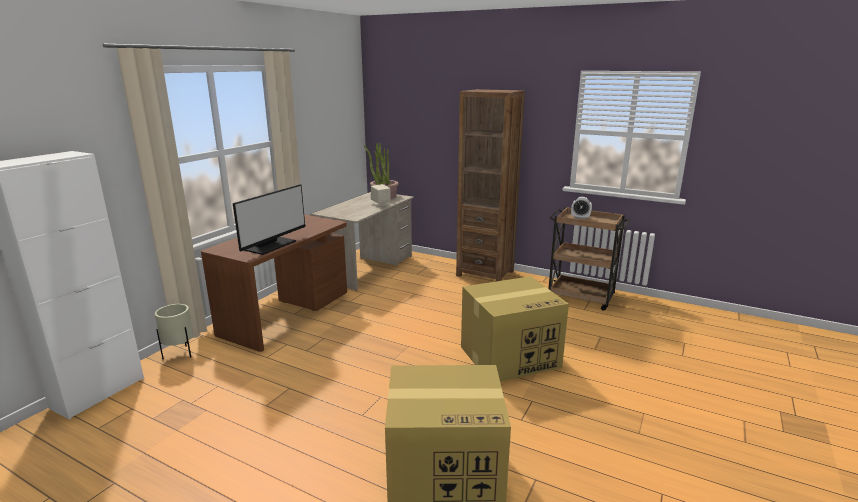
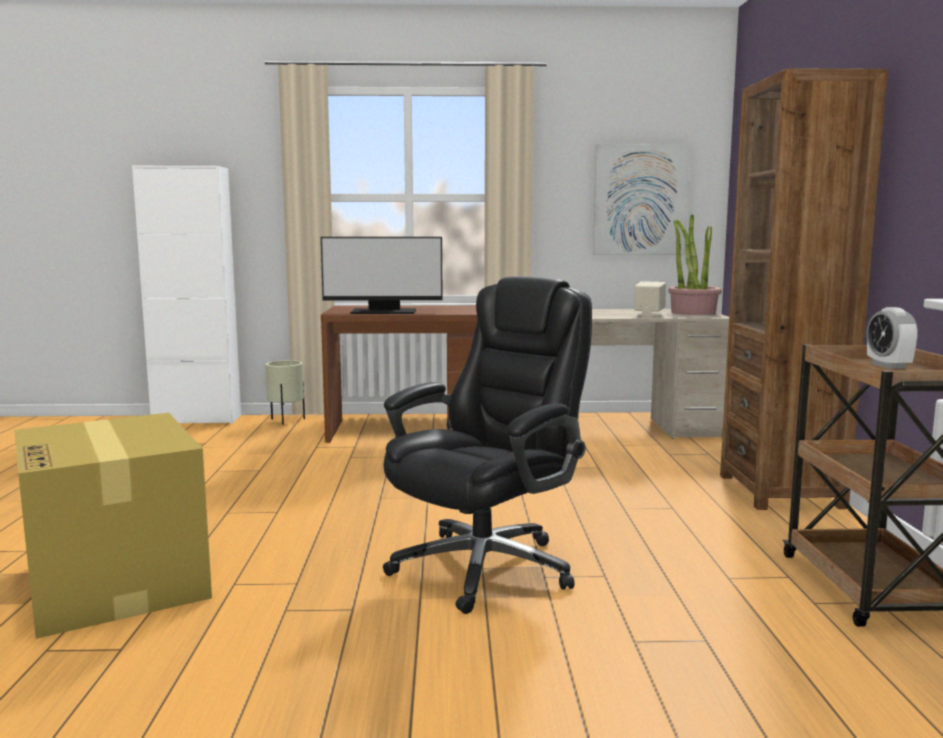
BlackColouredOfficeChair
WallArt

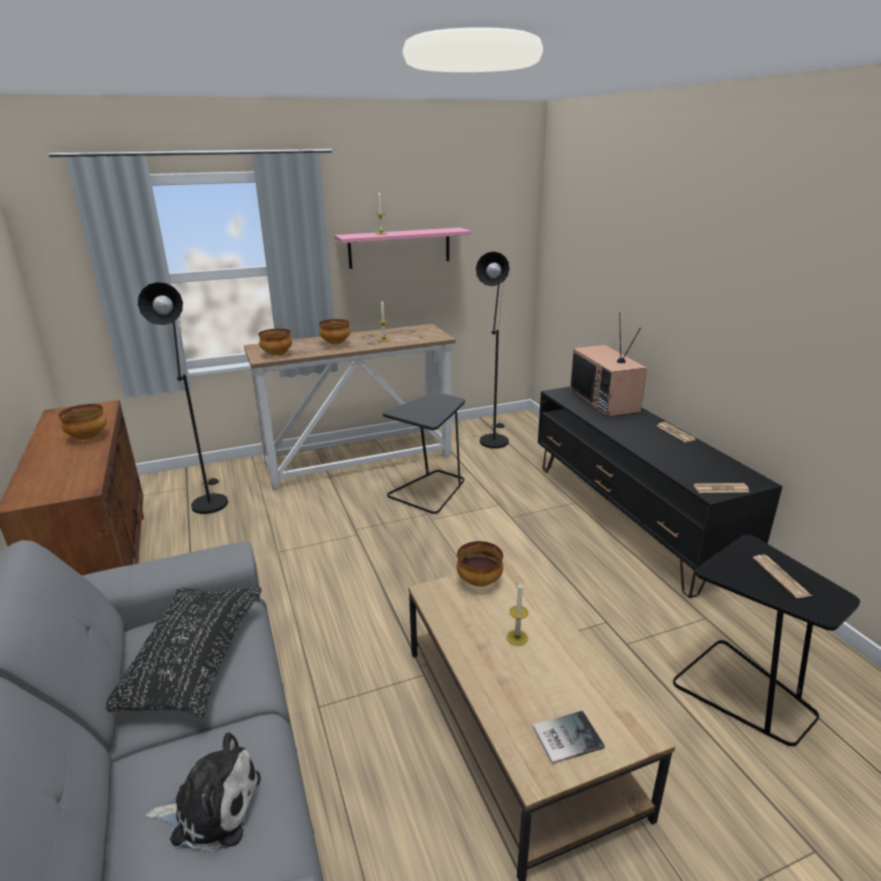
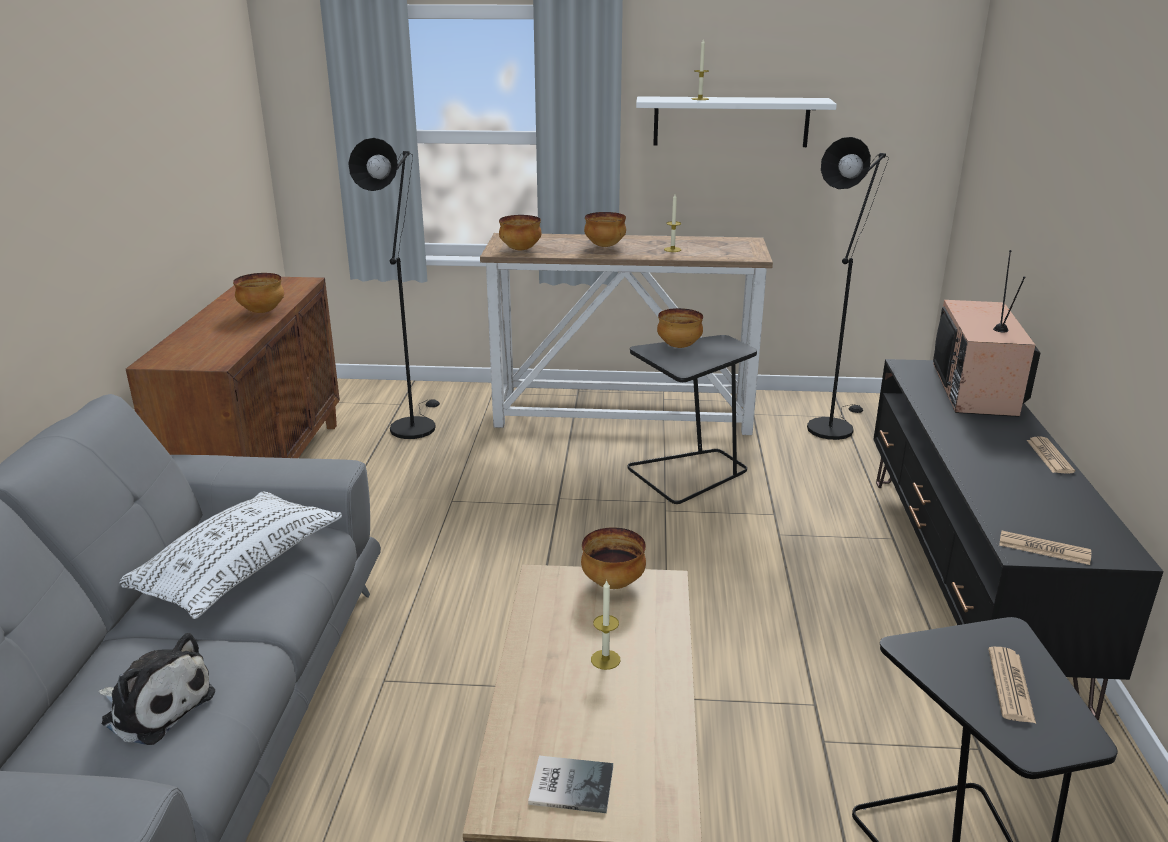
WhiteColouredCushion
WhiteColouredWallShelf
DeepDish (no. 5 from left)

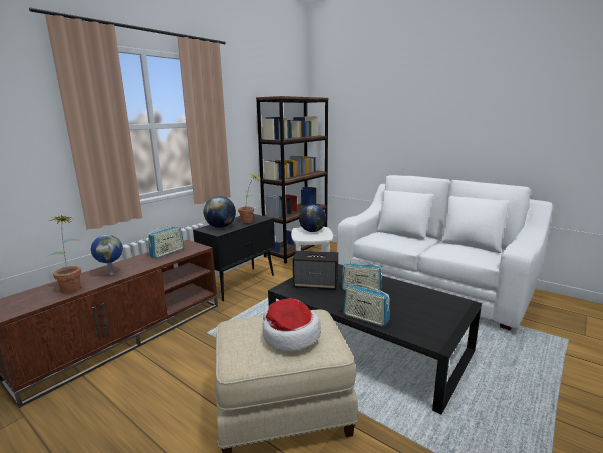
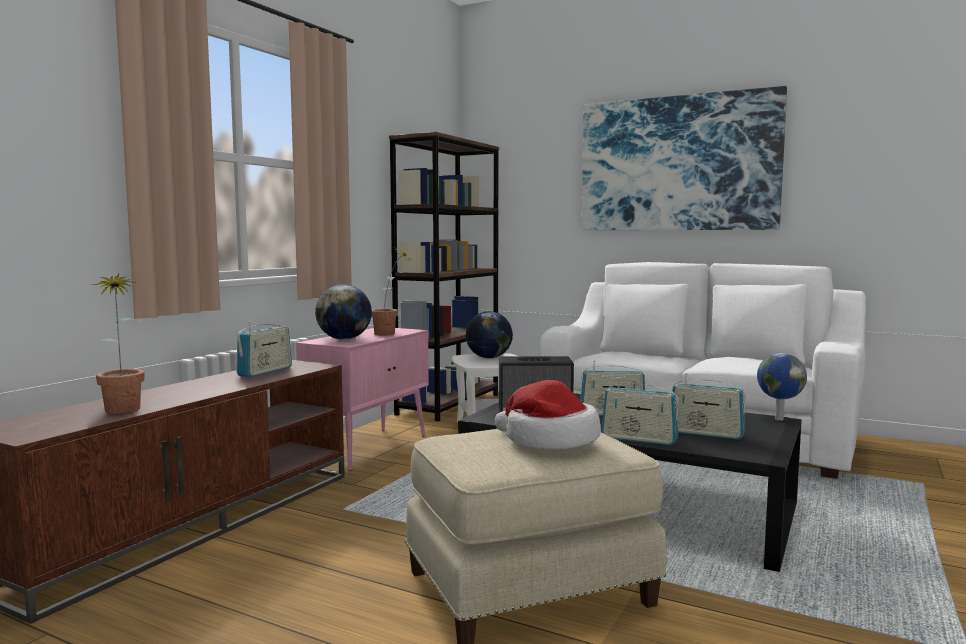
PinkishCabinet
WallArt
RadioReceiver (no. 4 from left)
Globe (no. 3 from left)

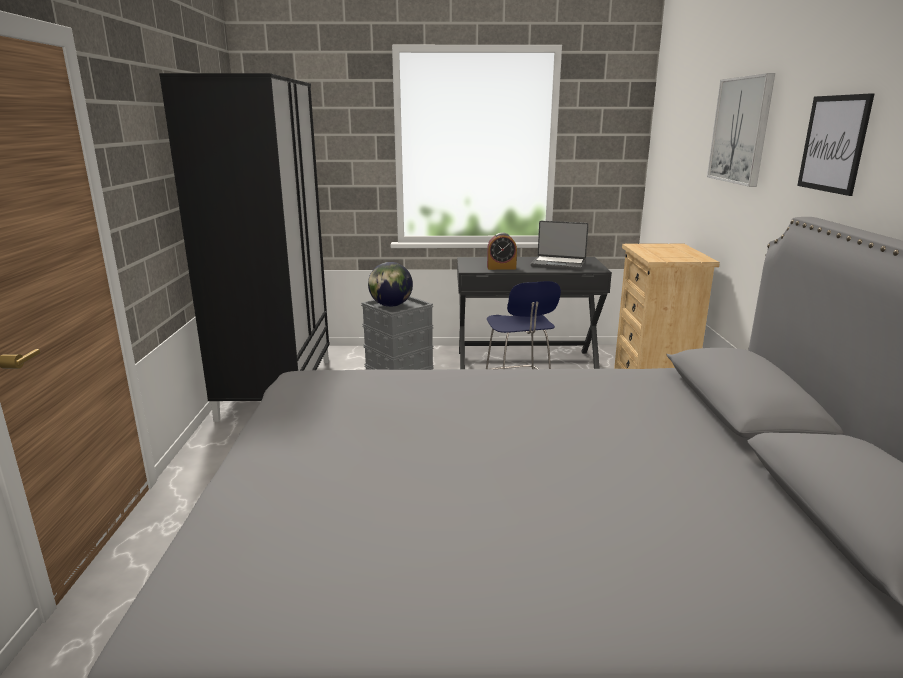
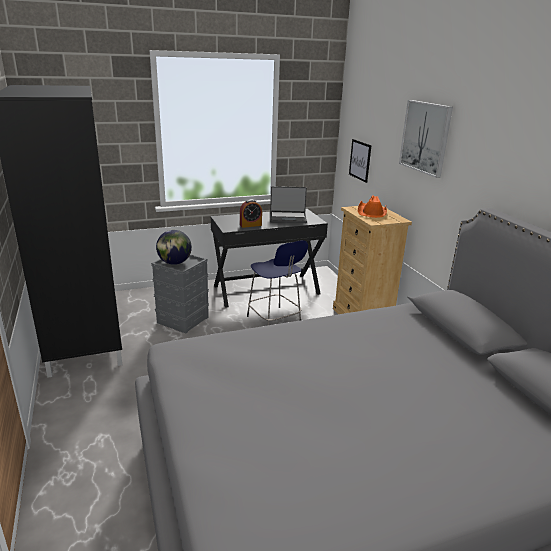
WallArt (no. 1 from left)
OrangeColouredHat

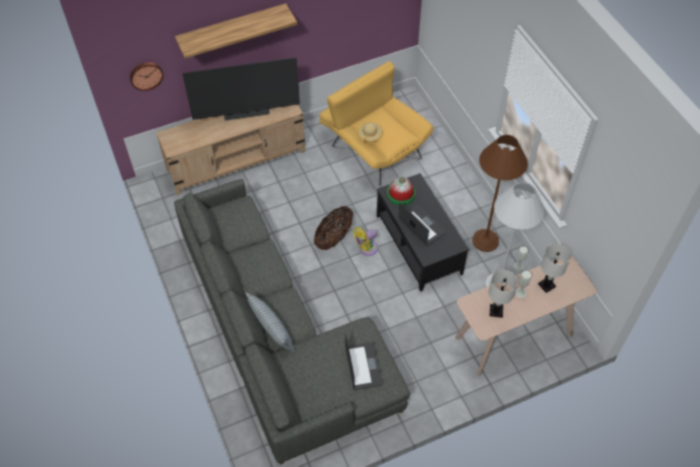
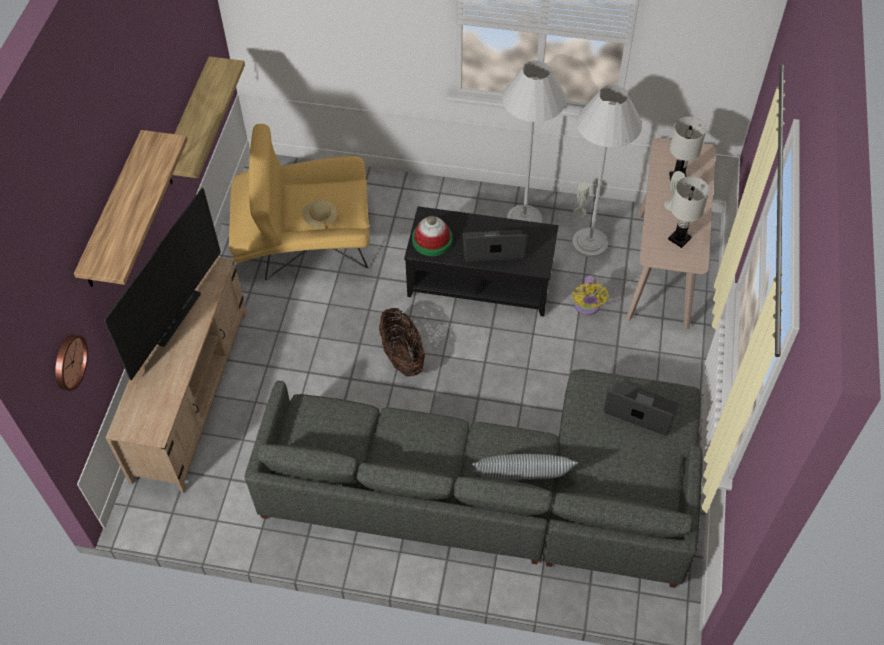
WallShelf (no. 2 from left)
WhiteColouredStandardLamp (no. 1 from left)
YellowColouredFan

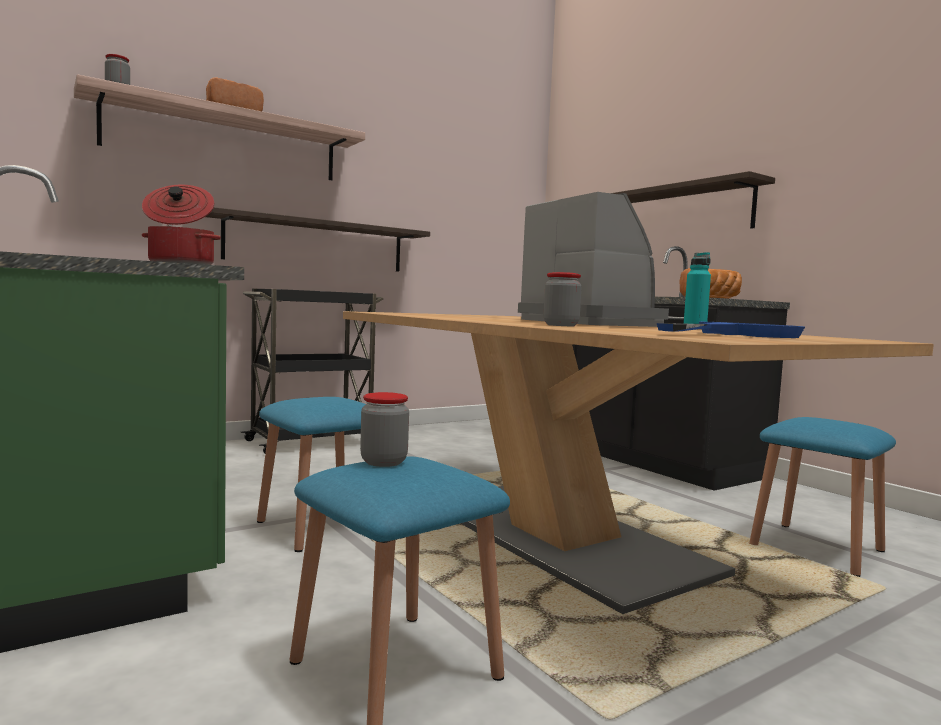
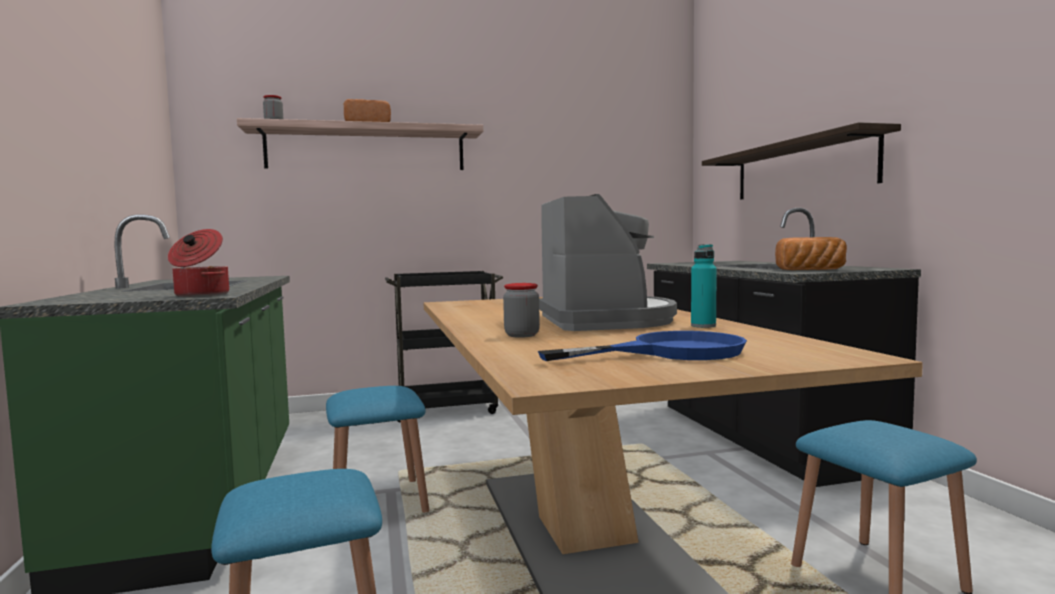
WallShelf (no. 2 from left in the first image)
PreserveJar (no. 2 from left in the first image)

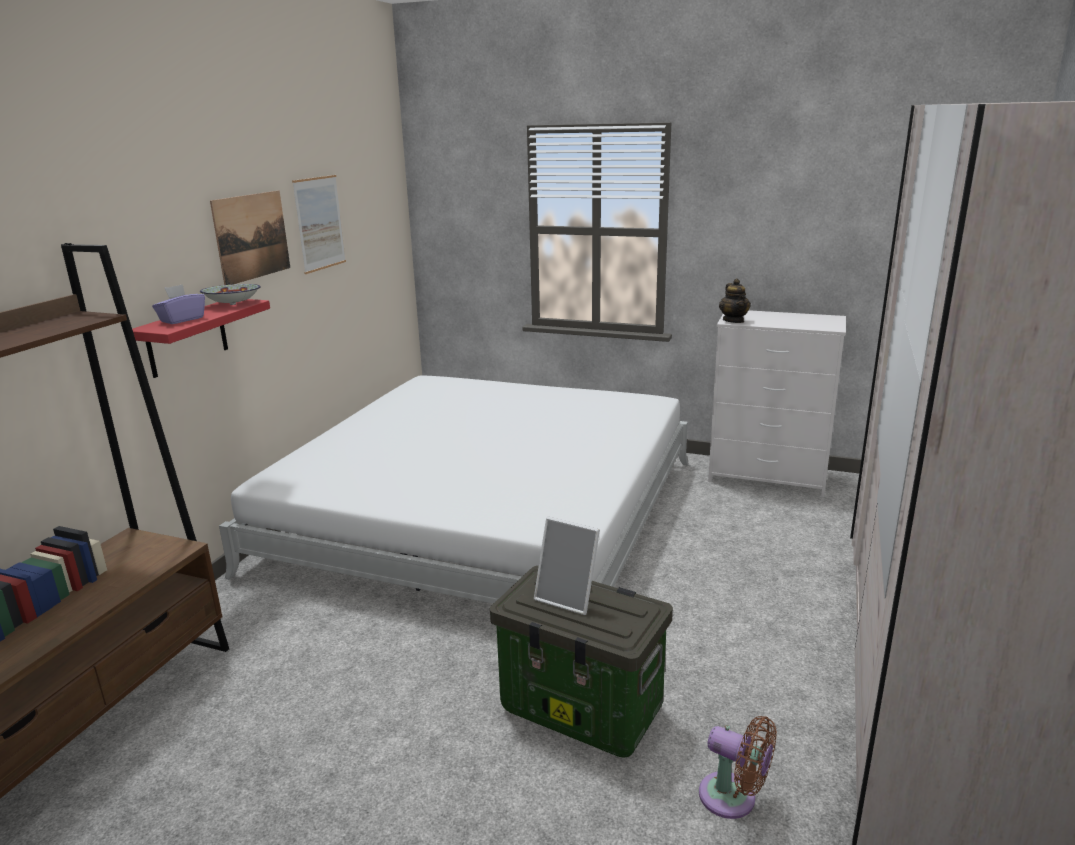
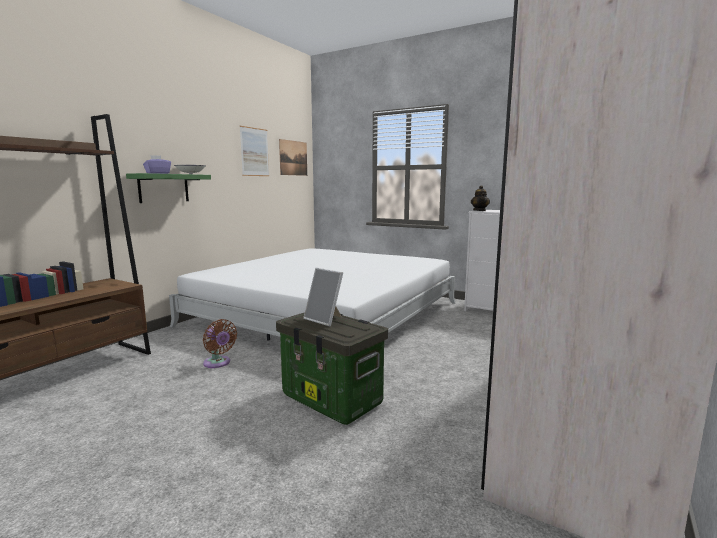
GreenColouredWallShelf
BrownFan
WallArt (no. 2 from left)

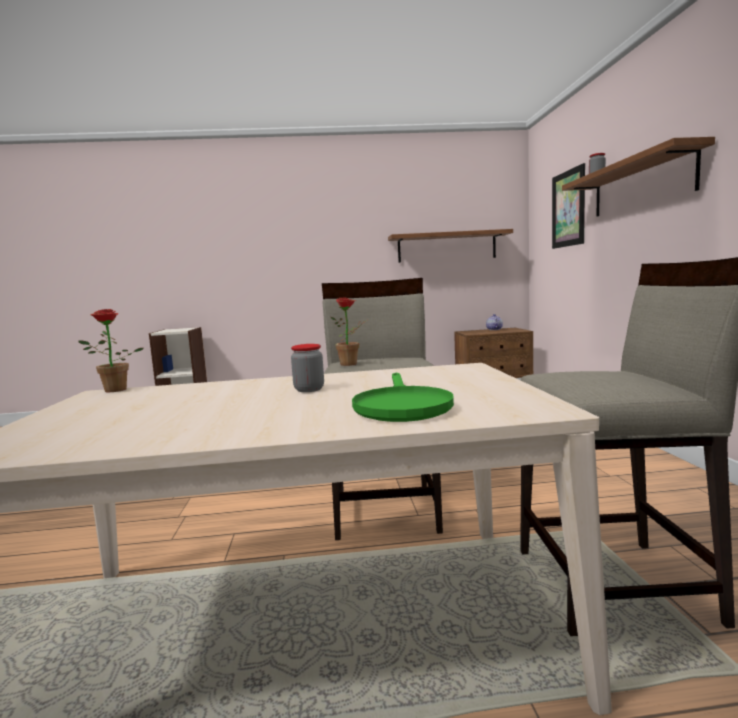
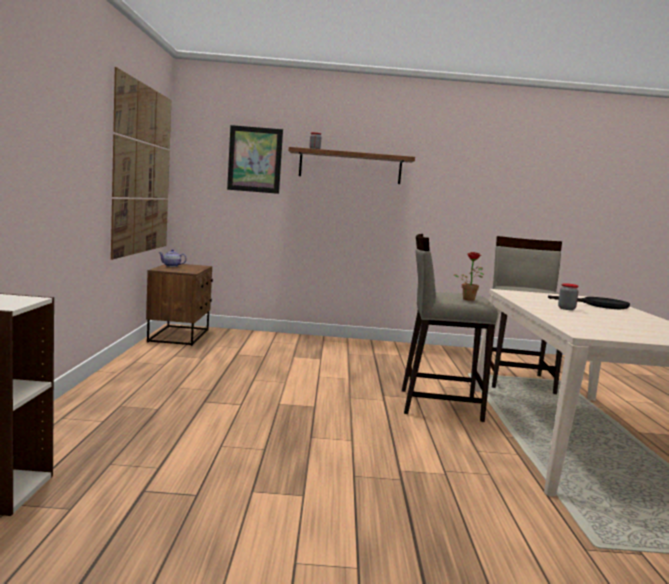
WallArt (no. 1 from left)
BlackColouredSkillet
PlantInAPot (no. 1 from left in the first image)

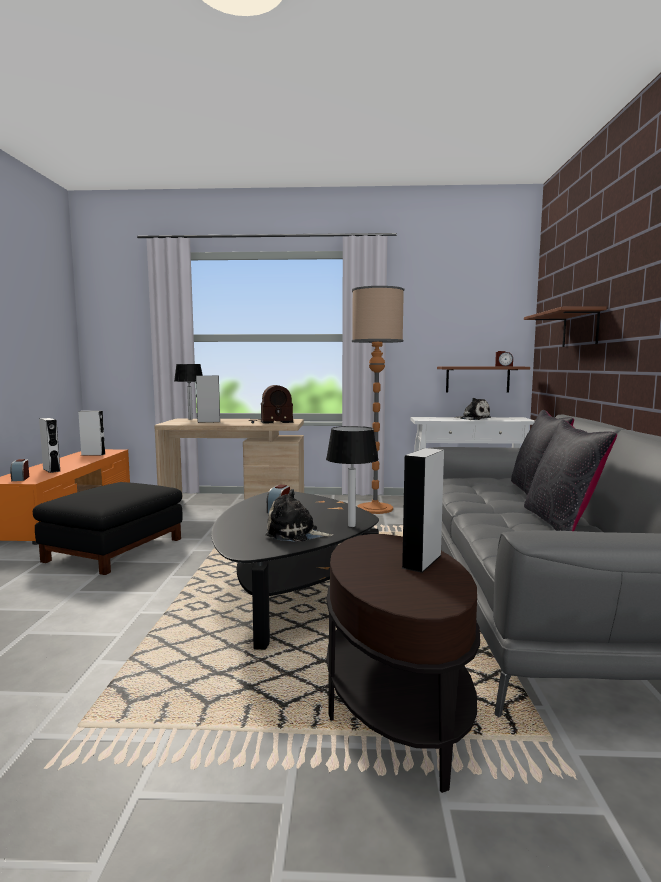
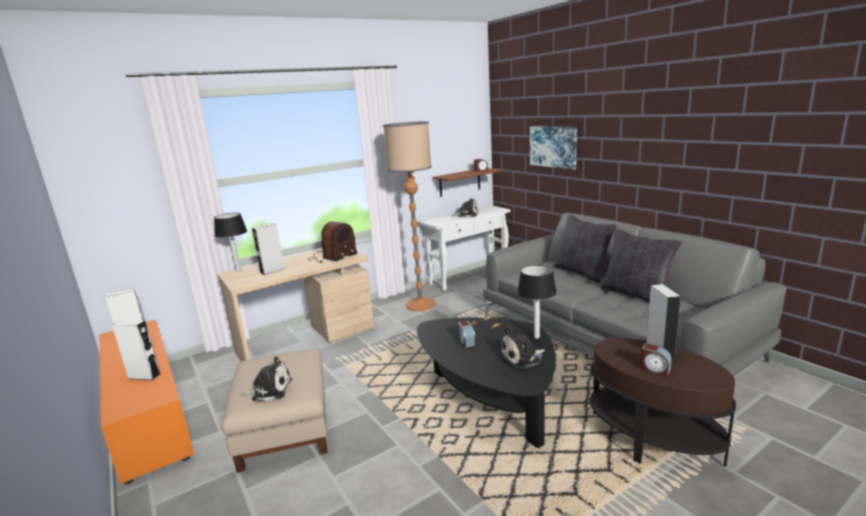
BeigeColouredFootrest
CuddlyToy (no. 1 from left)
WallArt
TableClock (no. 3 from left)

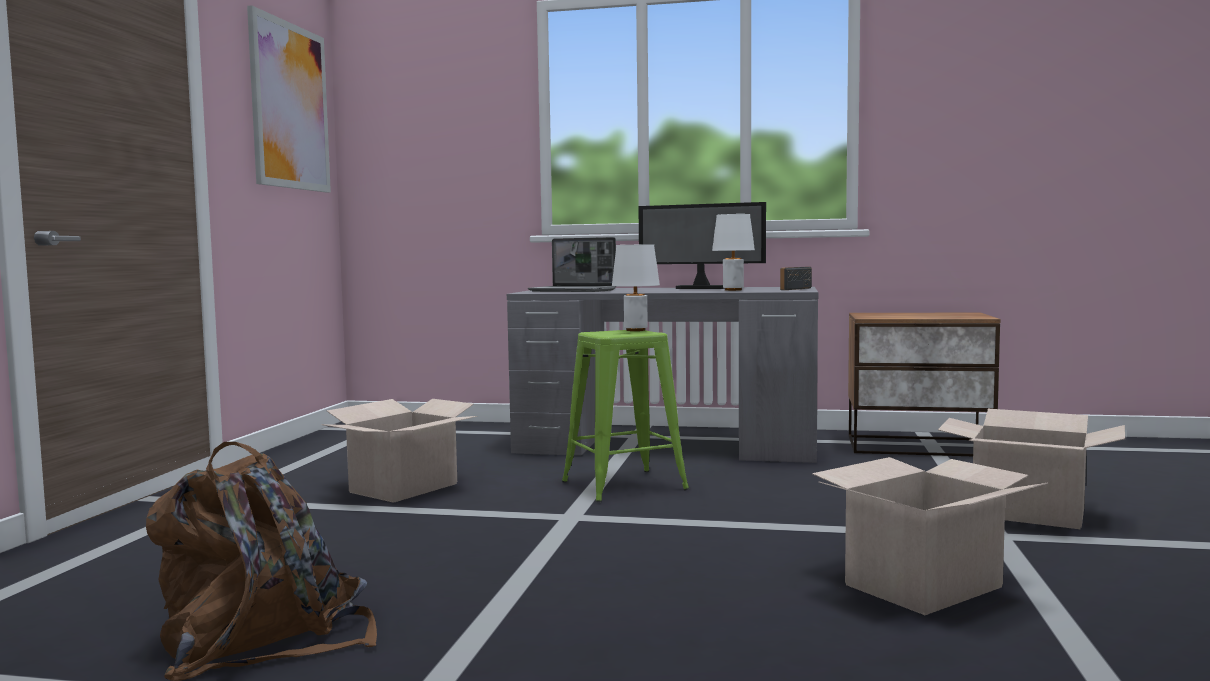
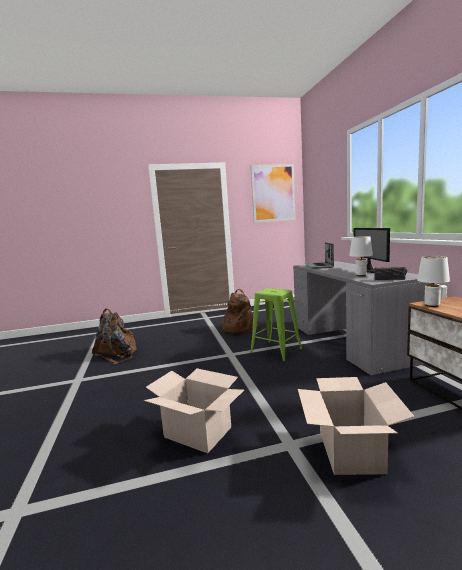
BrownKnapsack (no. 2 from left)
WhiteColouredLampForATable (no. 2 from left)

